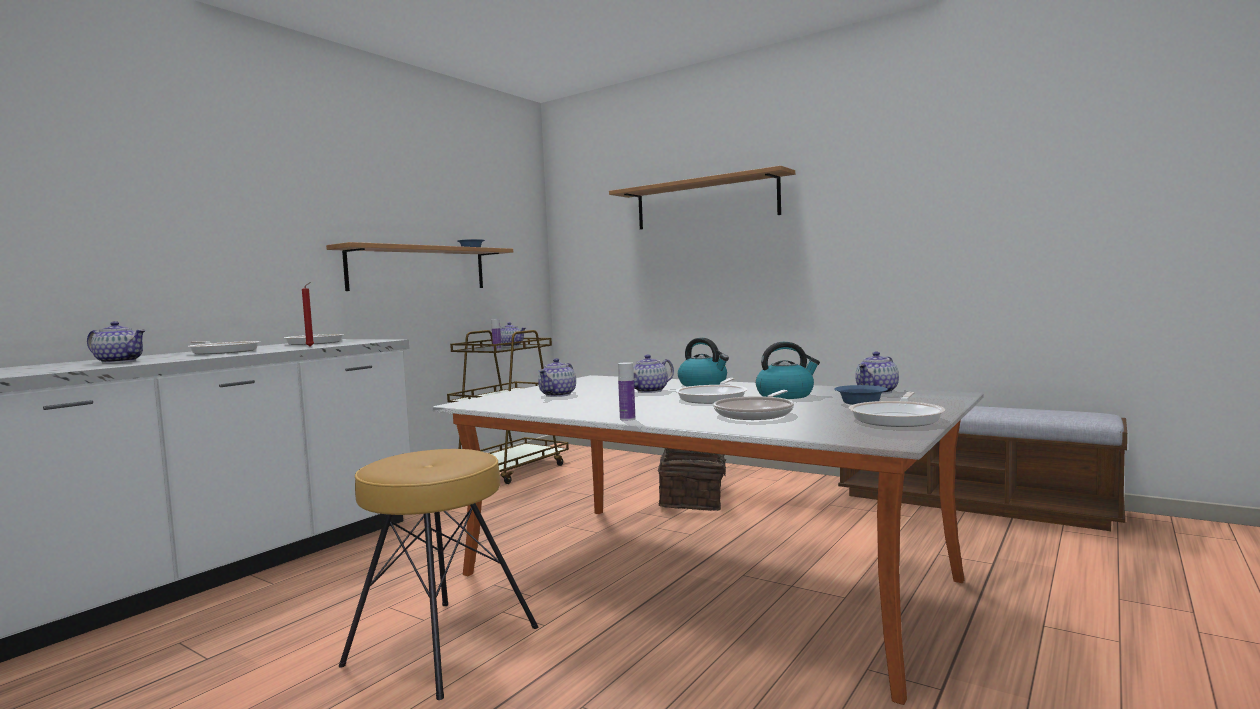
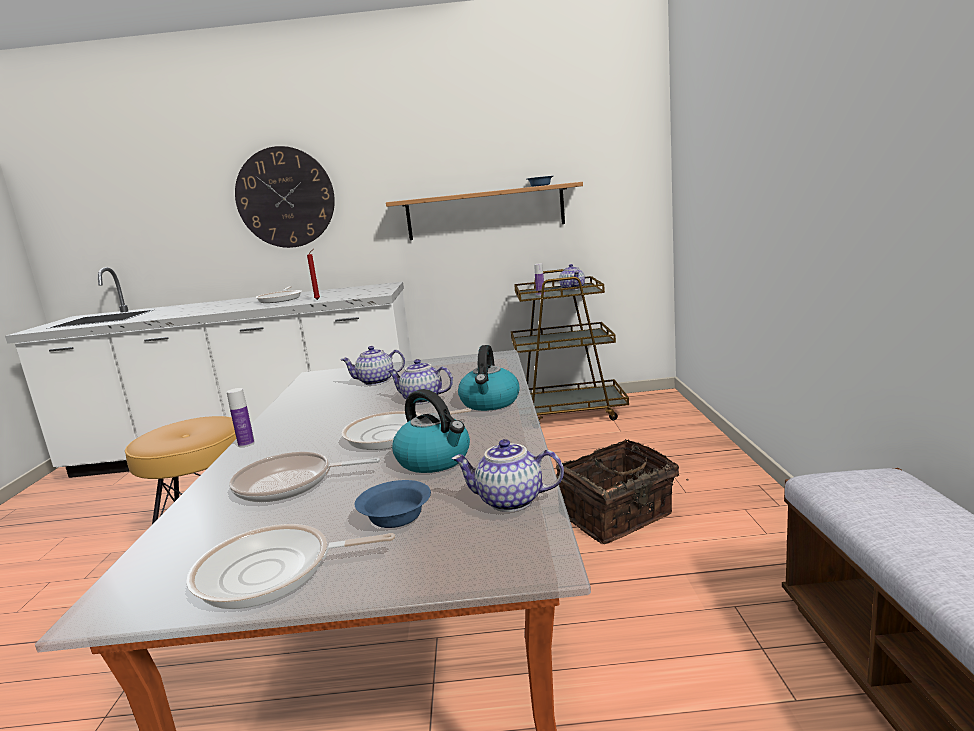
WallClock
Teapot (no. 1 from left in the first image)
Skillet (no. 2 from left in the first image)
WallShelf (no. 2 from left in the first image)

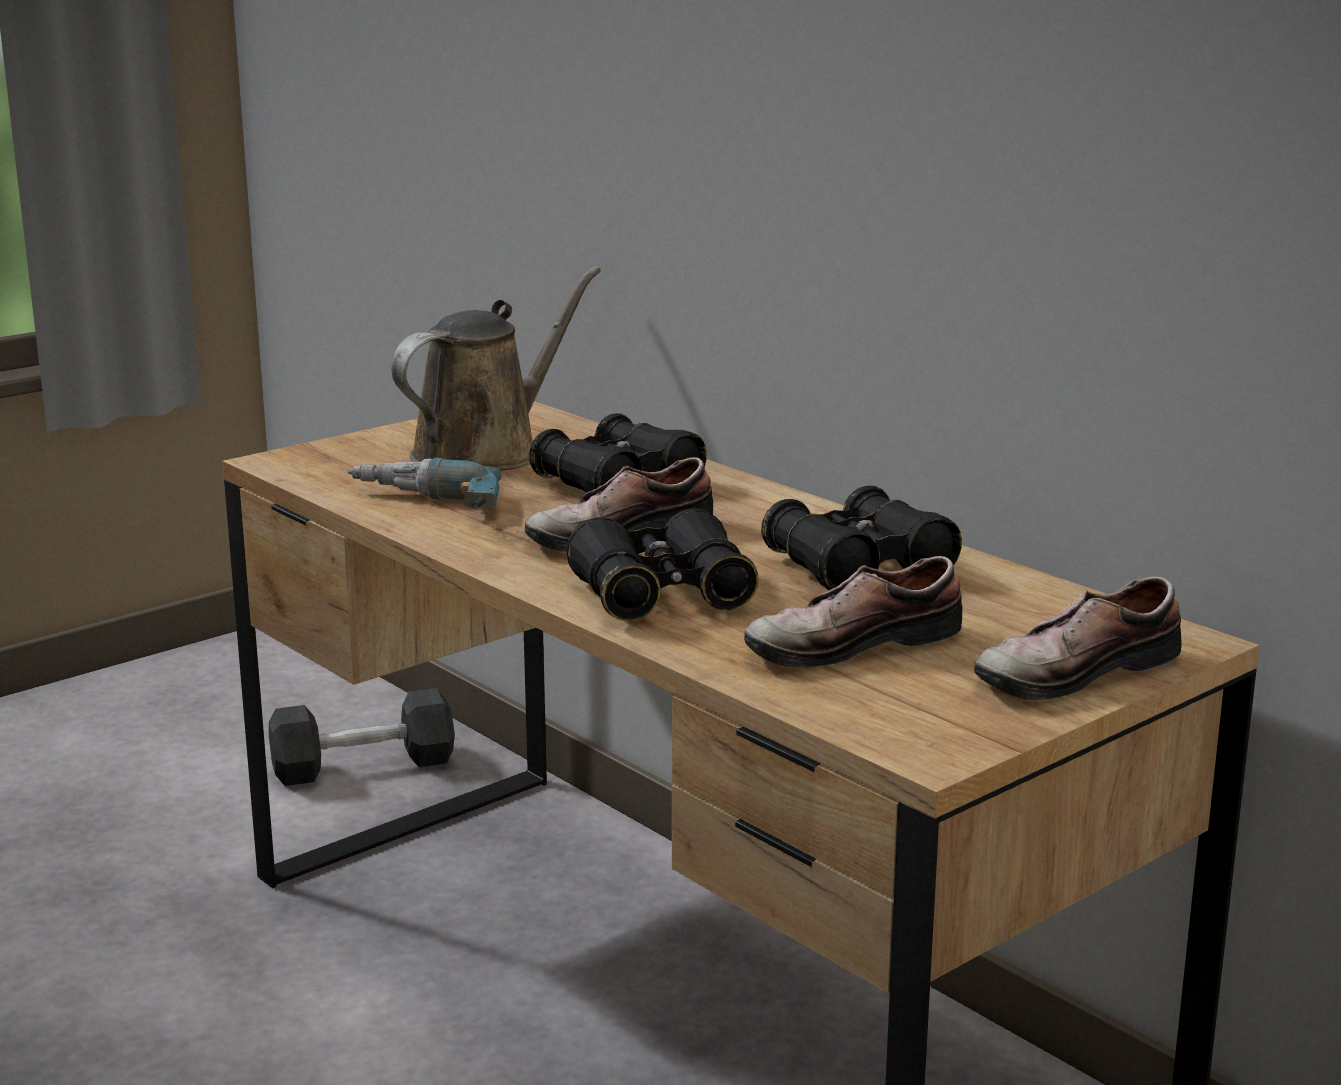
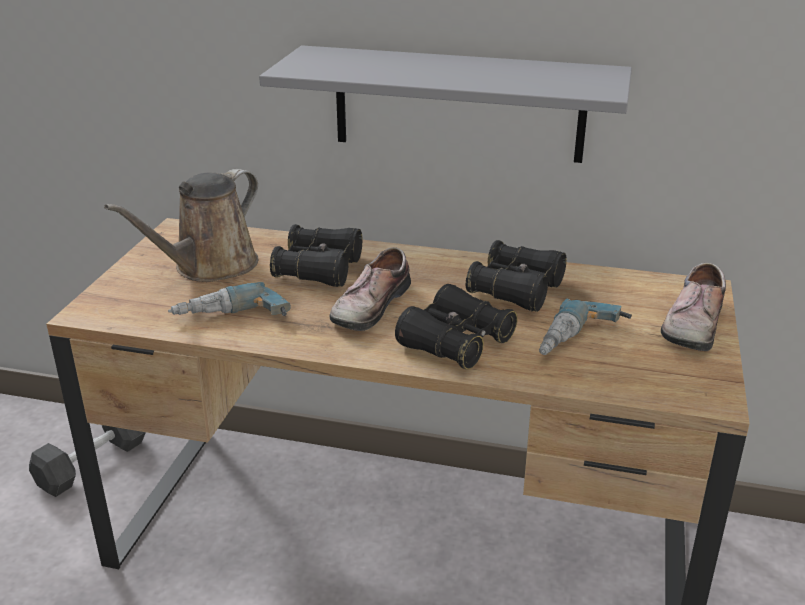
BrownSprinklingCan
GreyWallShelf
ElectricDrill (no. 2 from left)

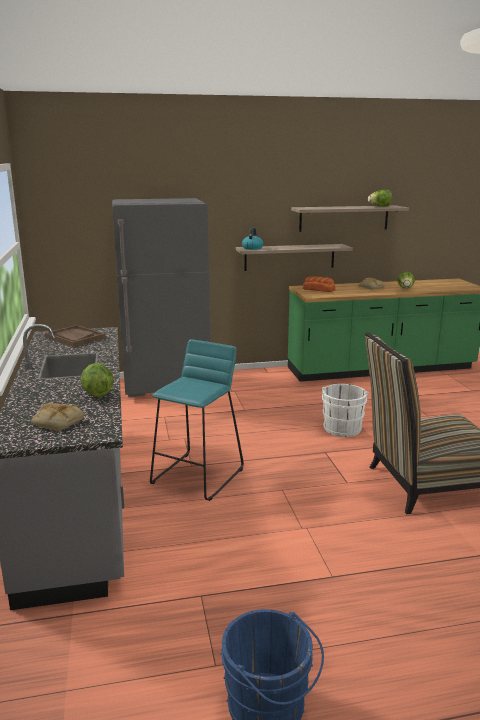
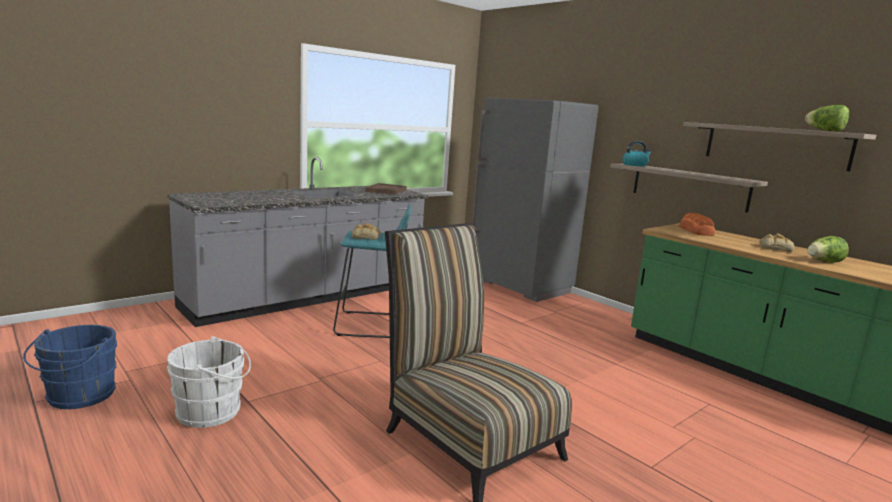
WhiteColouredBucket
Bread (no. 1 from left)
Lettuce (no. 1 from left in the first image)

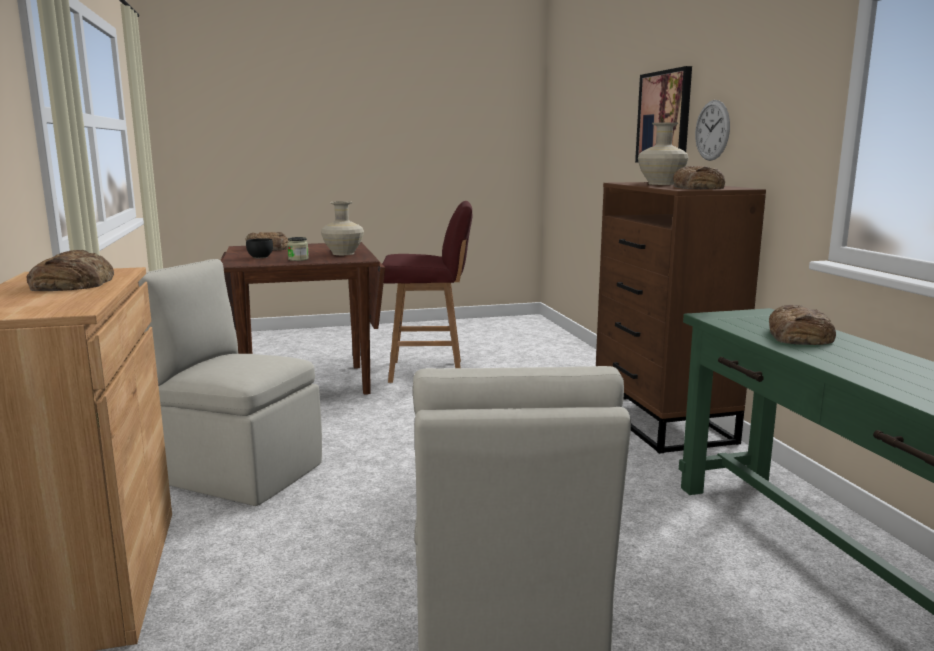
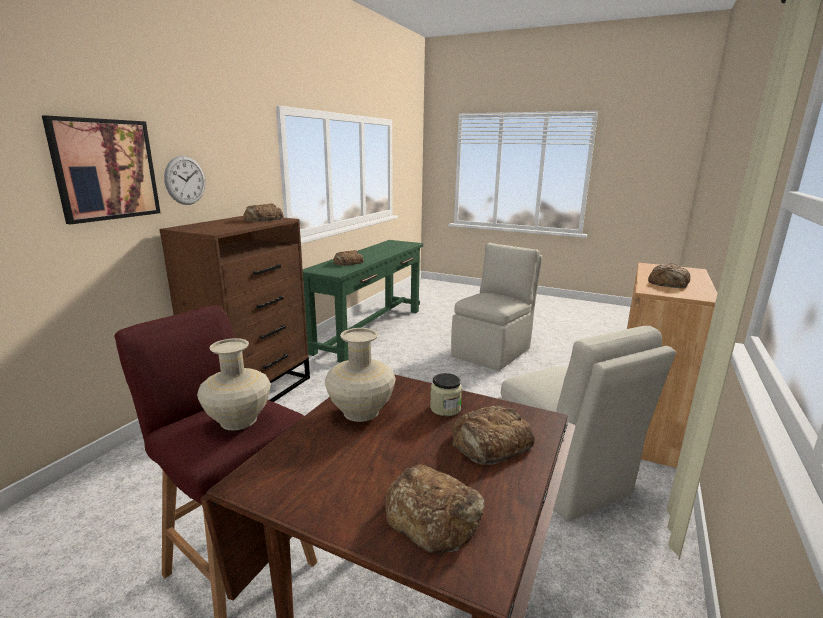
BeigeColouredDecorativeVase (no. 1 from left)
Bread (no. 4 from left)

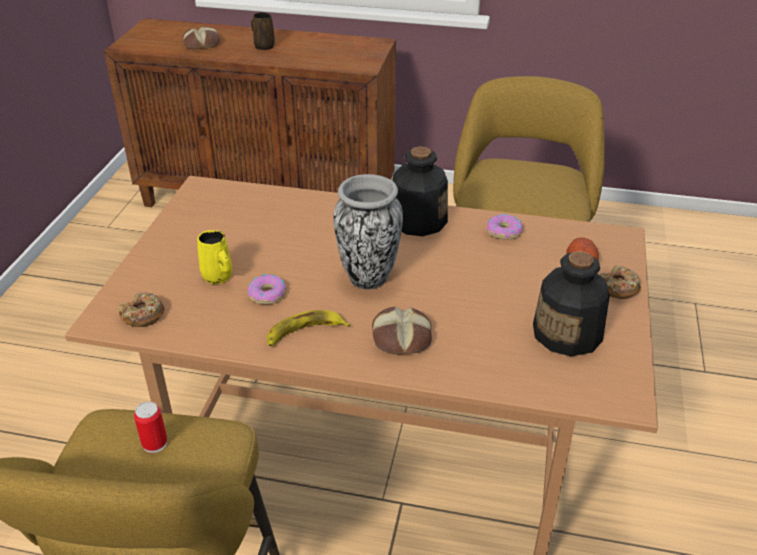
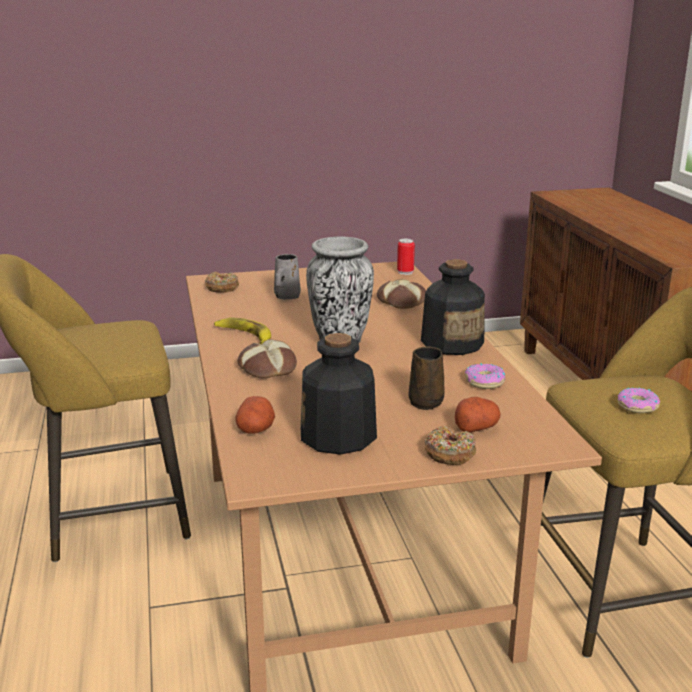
Potato (no. 1 from left)
GreyTeaMug
Bread (no. 2 from left)
MetalCan
BrownTeaMug
RingDoughnut (no. 4 from left)

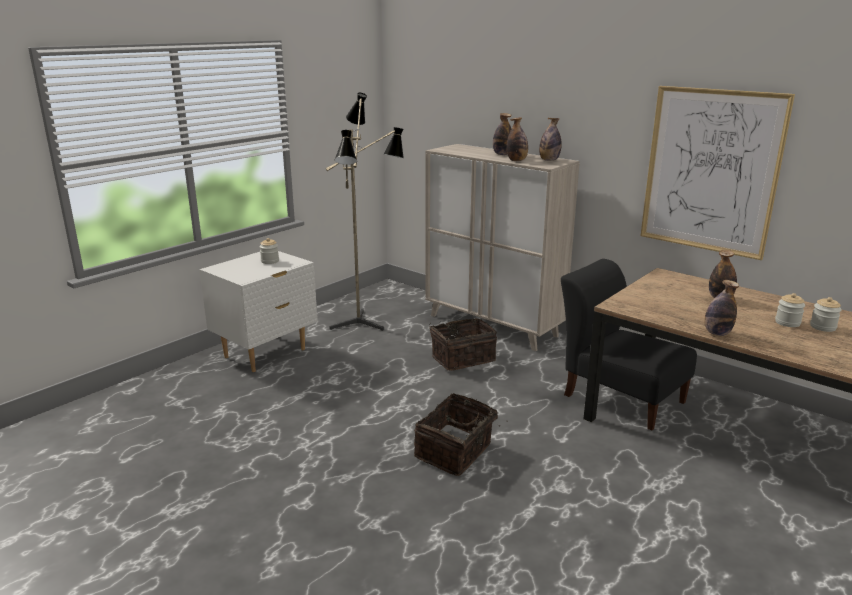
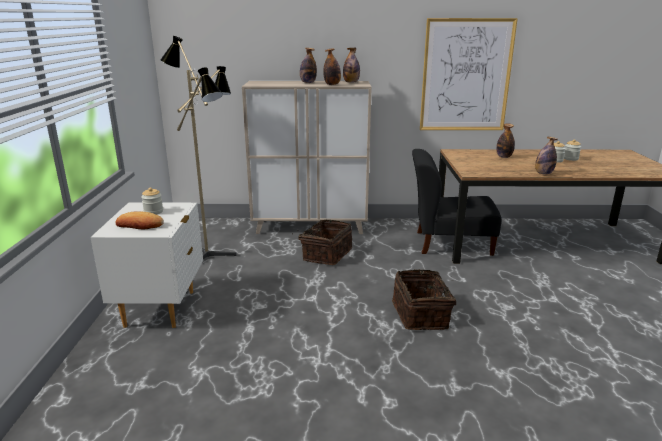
Bread

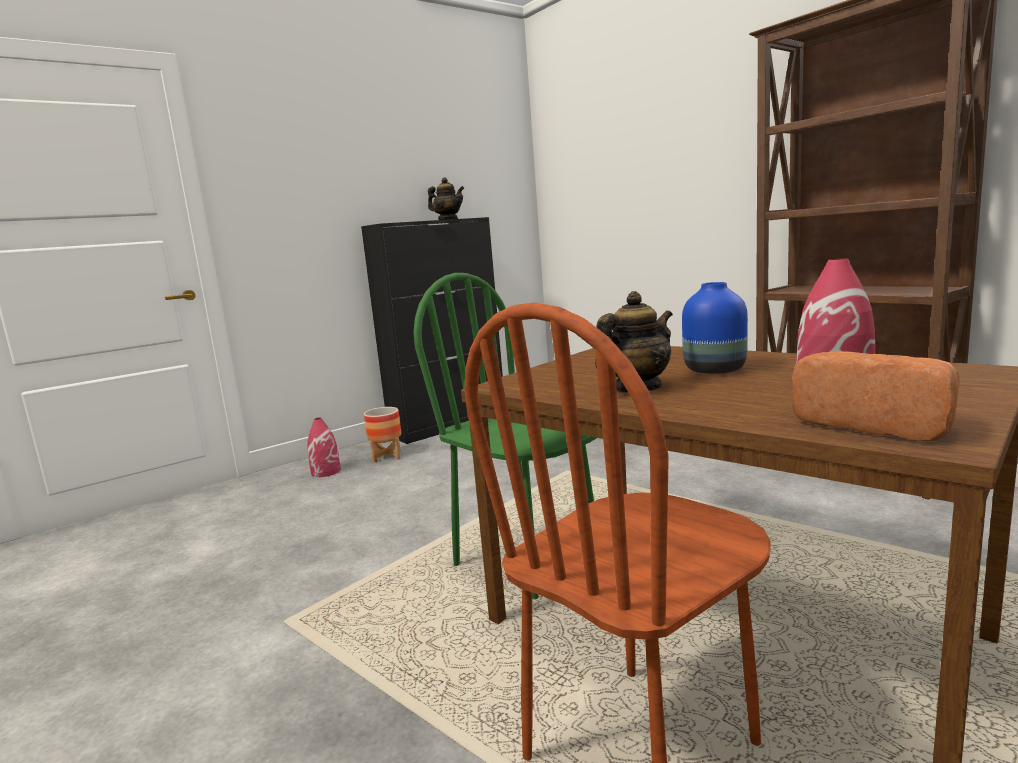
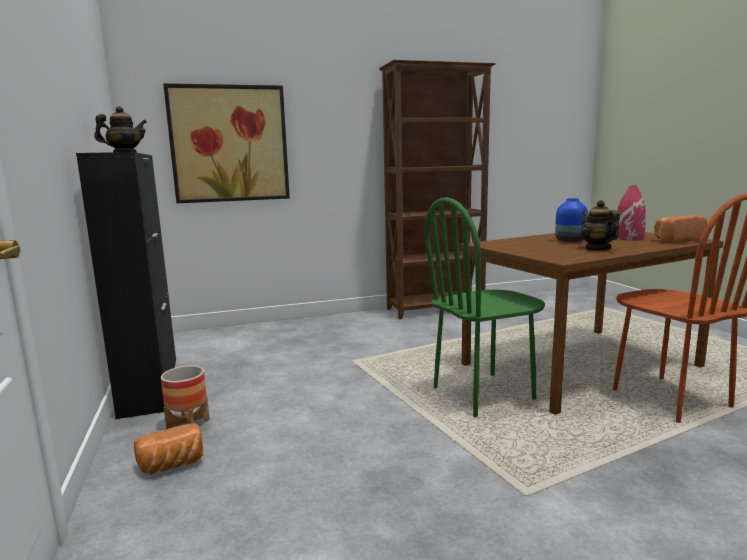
Bread (no. 1 from left)
WallArt

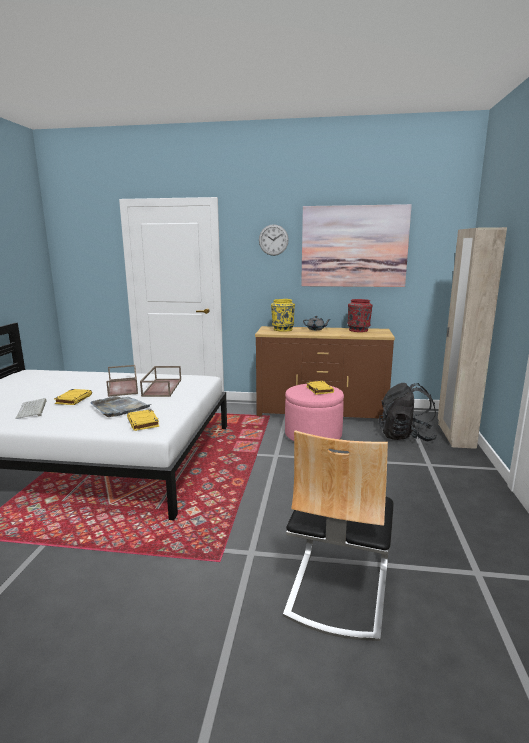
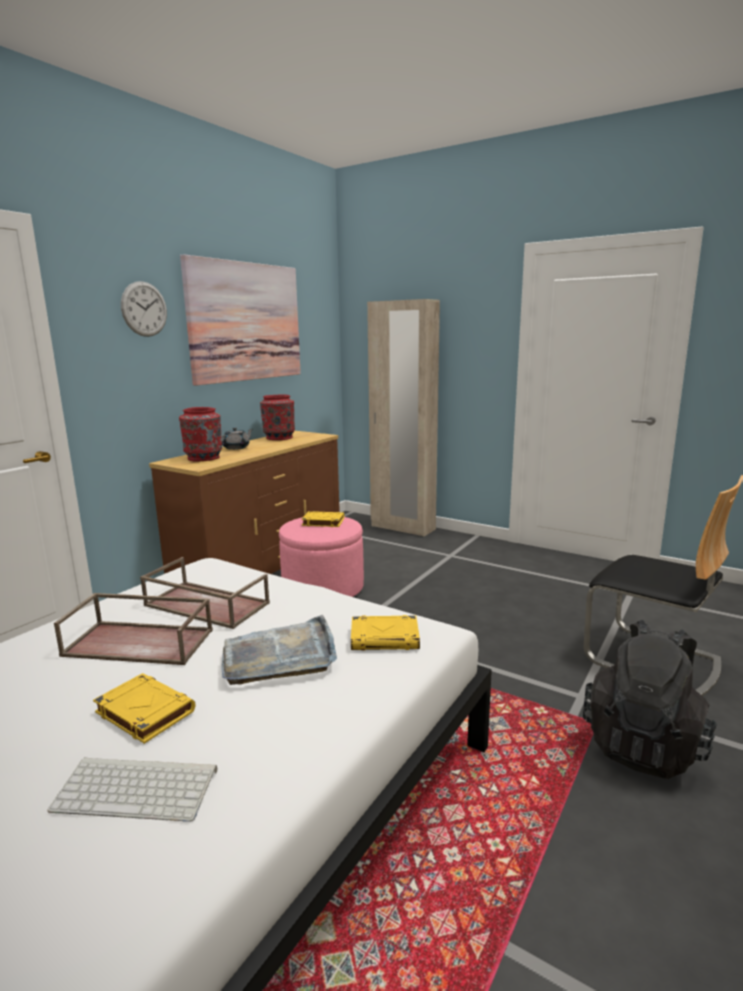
ReddishDecorativeVase (no. 1 from left)
BlackColouredKnapsack

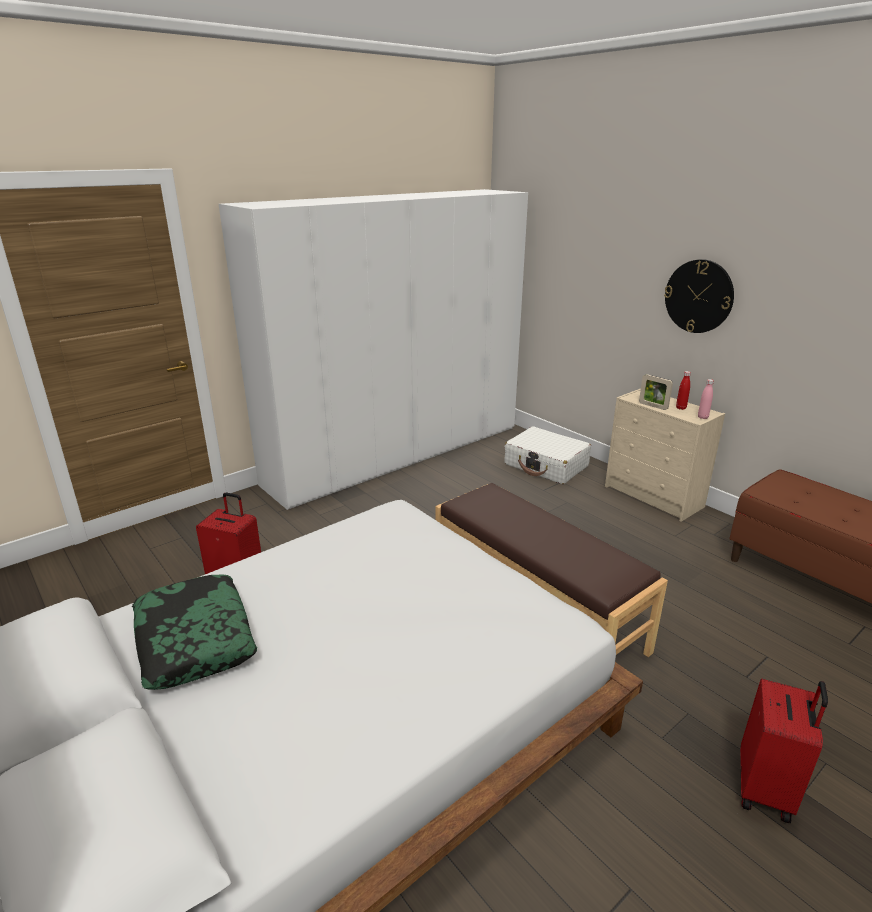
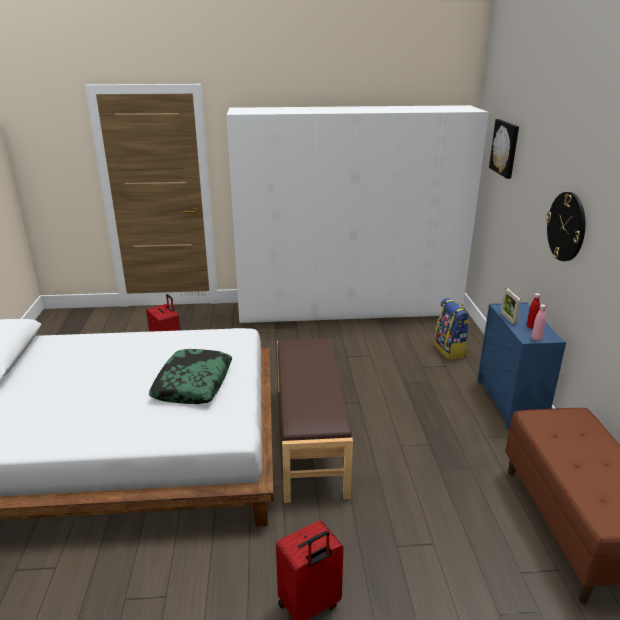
Cushion
Knapsack
BluishChestOfDrawers
WallArt

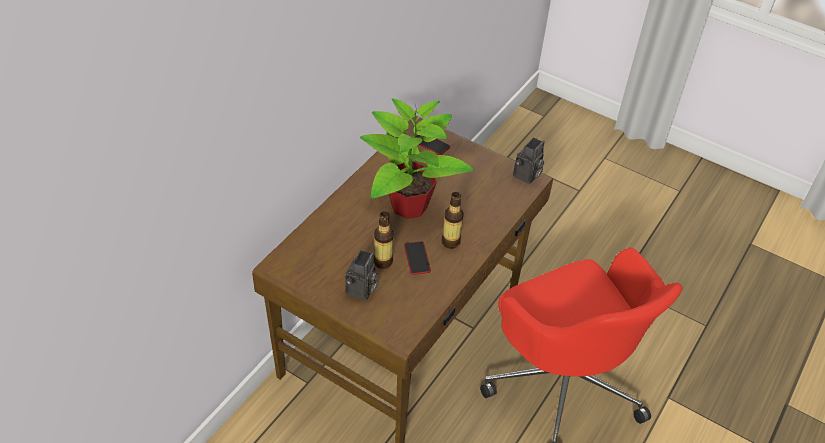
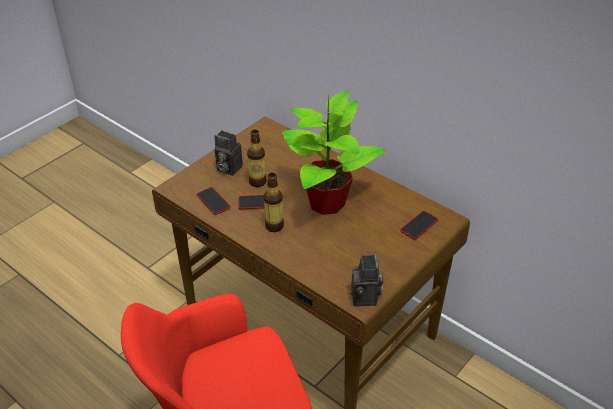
Telephone (no. 1 from left)
PhotoCamera (no. 2 from left)

